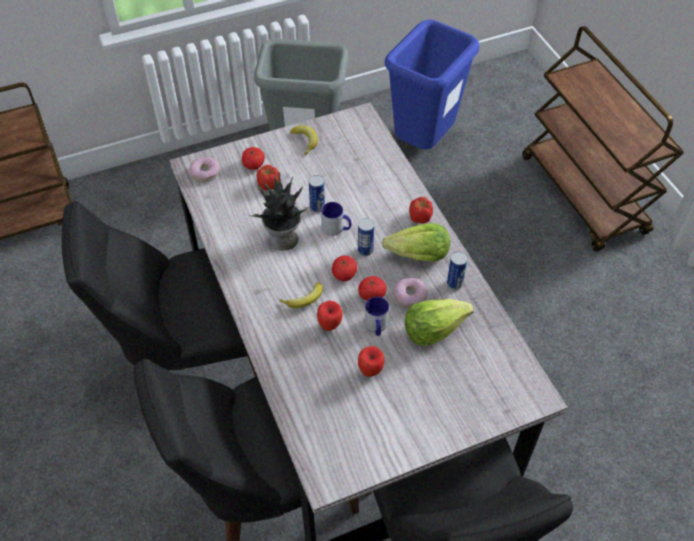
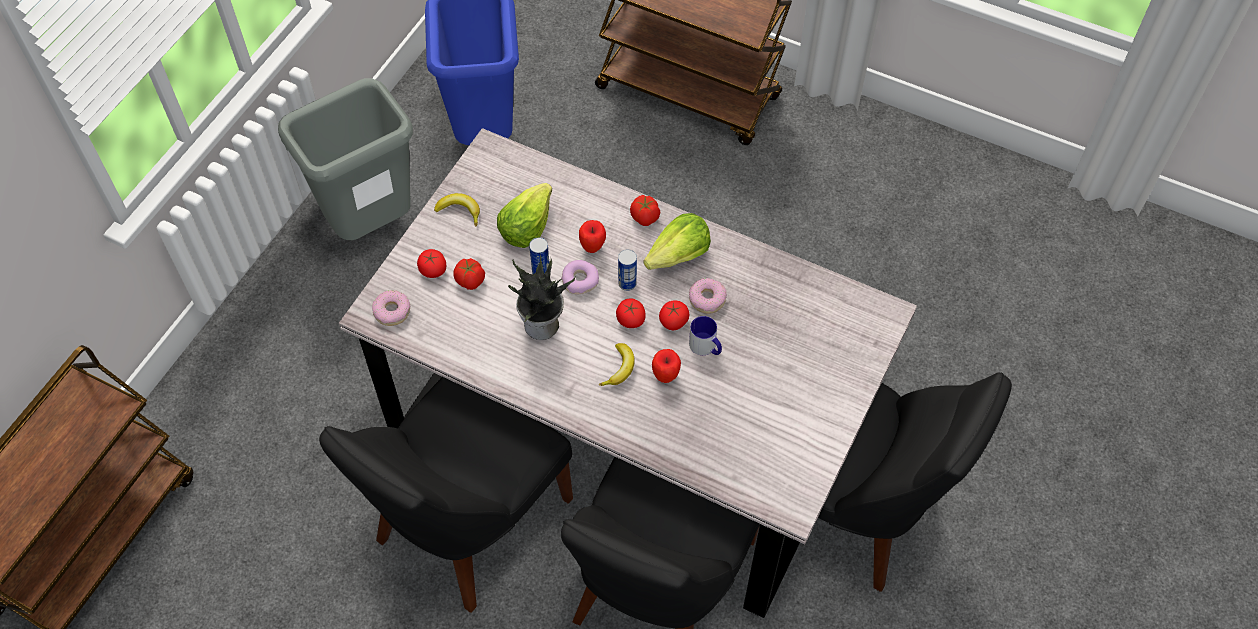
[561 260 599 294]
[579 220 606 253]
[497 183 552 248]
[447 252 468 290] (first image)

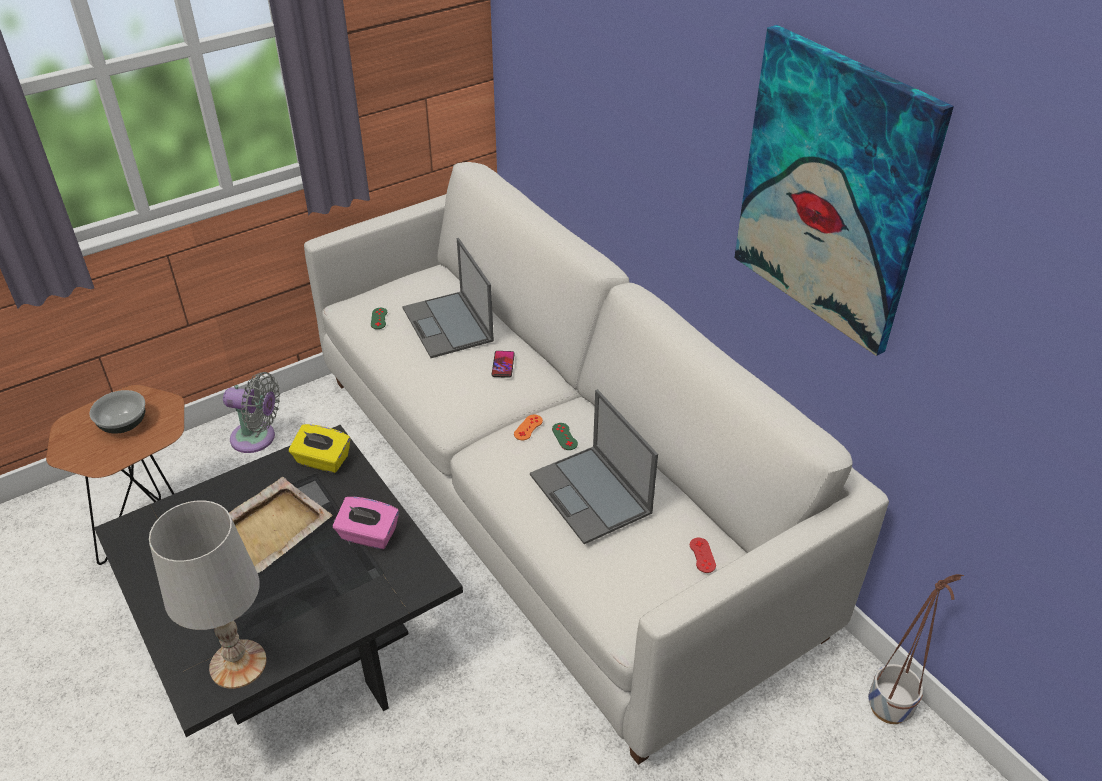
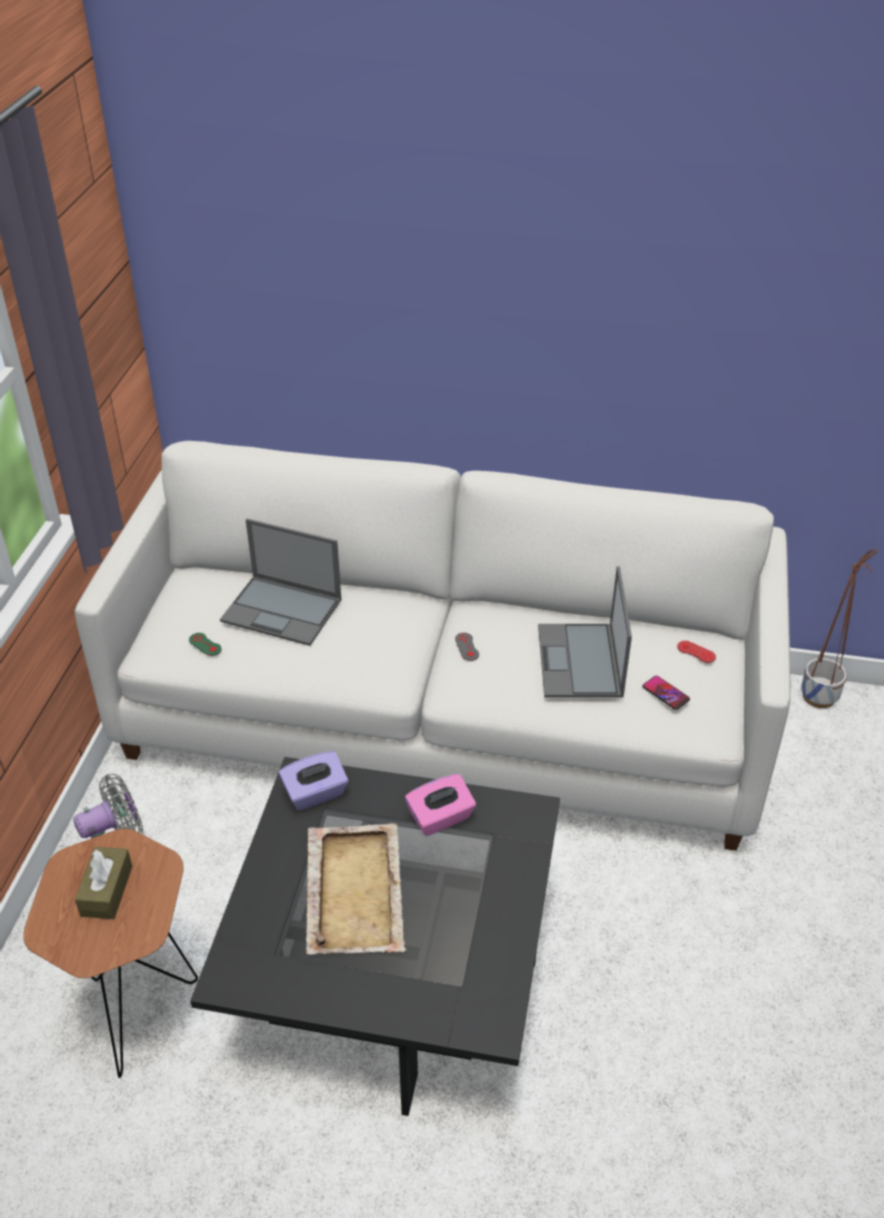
[75 847 132 919]
[149 501 267 689] (first image)
[279 751 348 811]
[642 676 690 710]
[455 633 479 661]
[538 566 632 697]
[552 423 578 450] (first image)
[734 25 954 356] (first image)

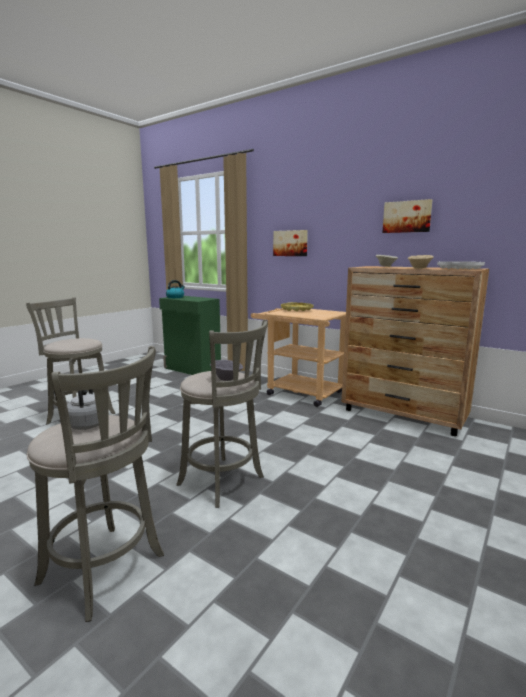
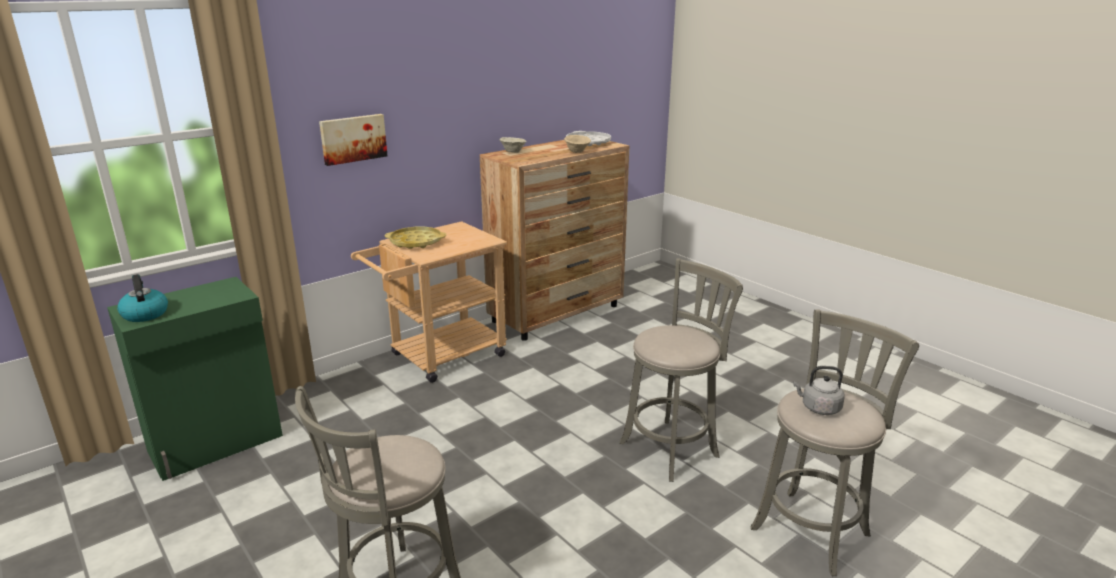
[210 360 243 381] (first image)
[382 199 432 233] (first image)

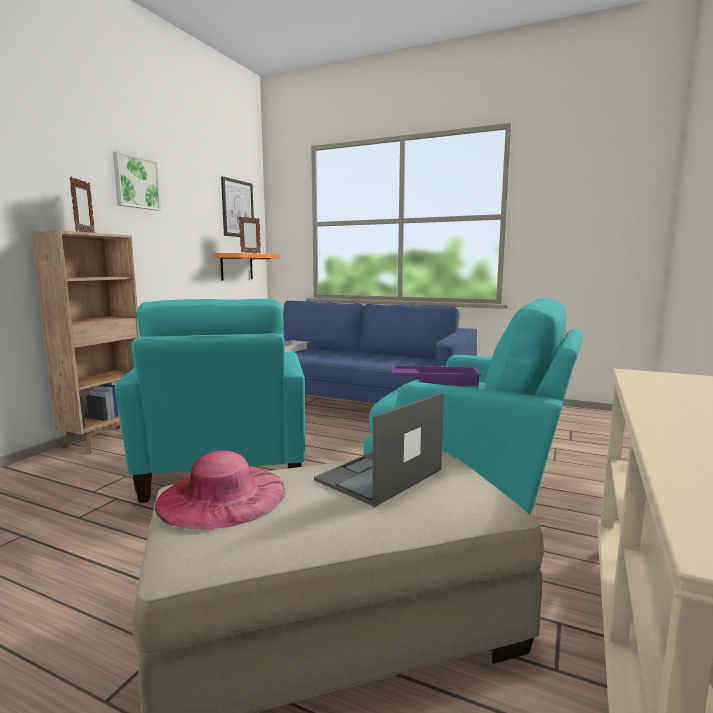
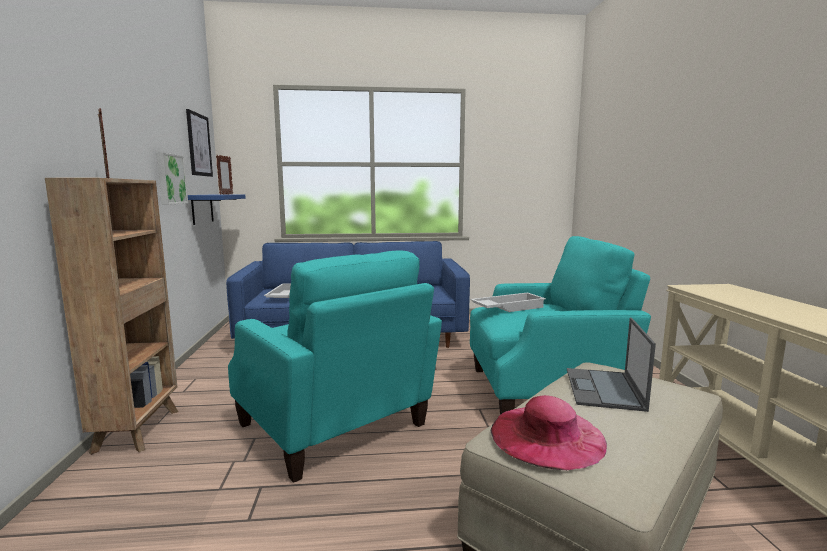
[156 152 188 205]
[188 194 246 225]
[470 293 546 312]

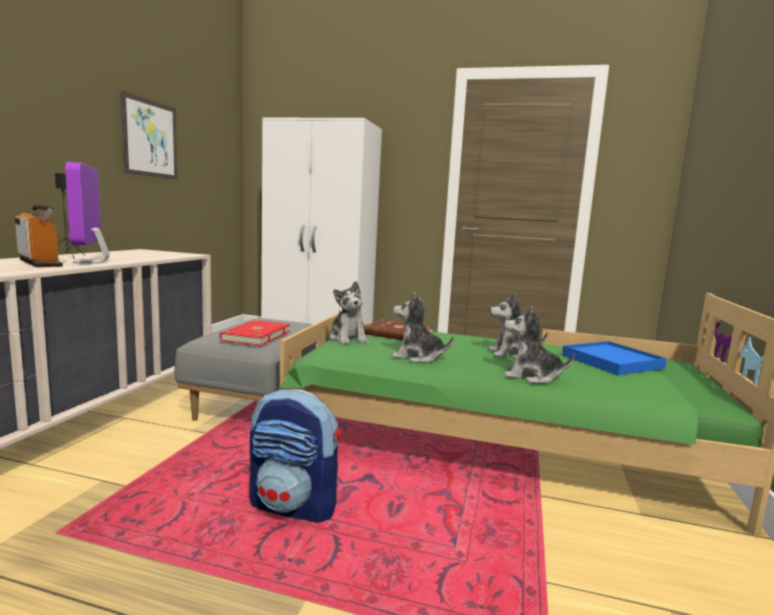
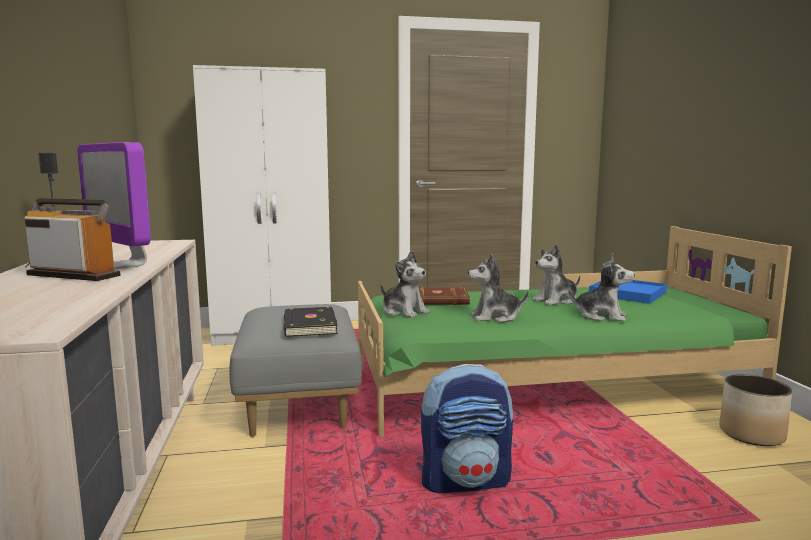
[120 91 178 180] (first image)
[284 307 338 337]
[568 253 635 322]
[719 374 792 446]

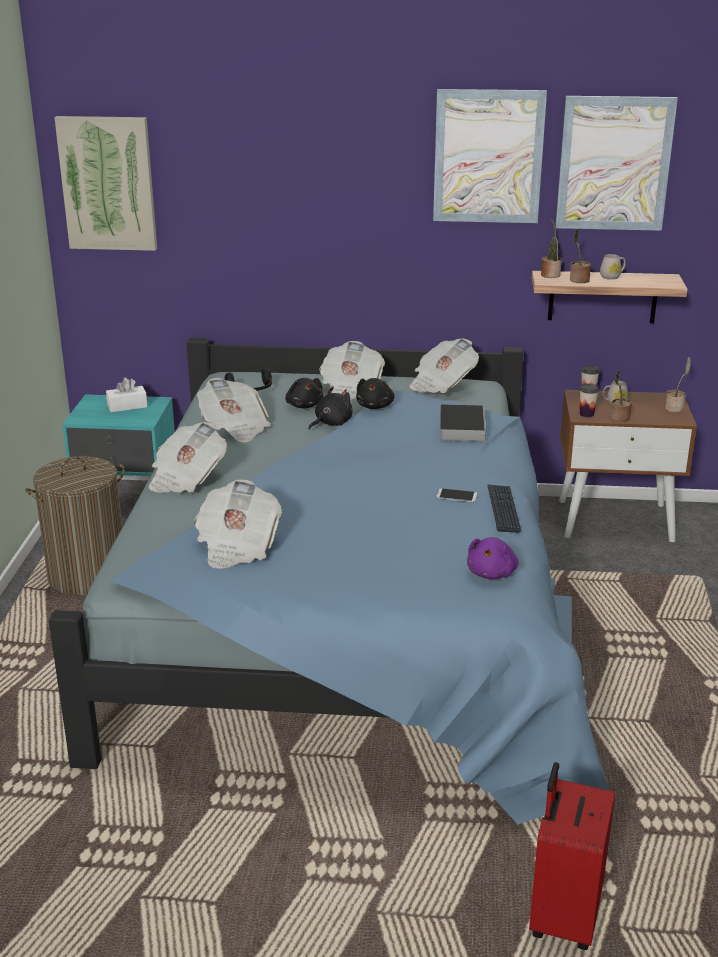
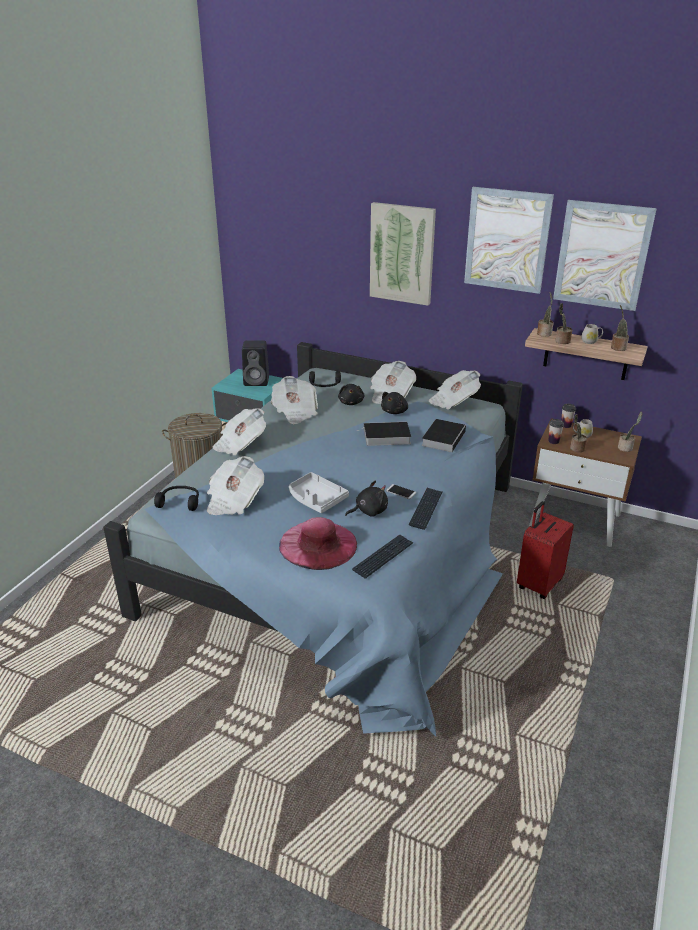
[370 202 436 306]
[242 340 269 386]
[345 480 388 517]
[352 534 413 578]
[517 501 574 599]
[154 486 199 511]
[279 517 357 570]
[289 472 349 513]
[357 422 411 446]
[611 305 629 351]

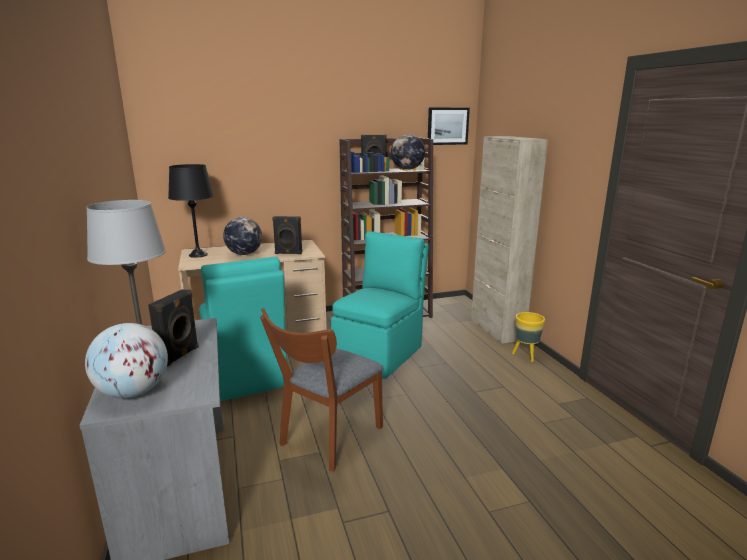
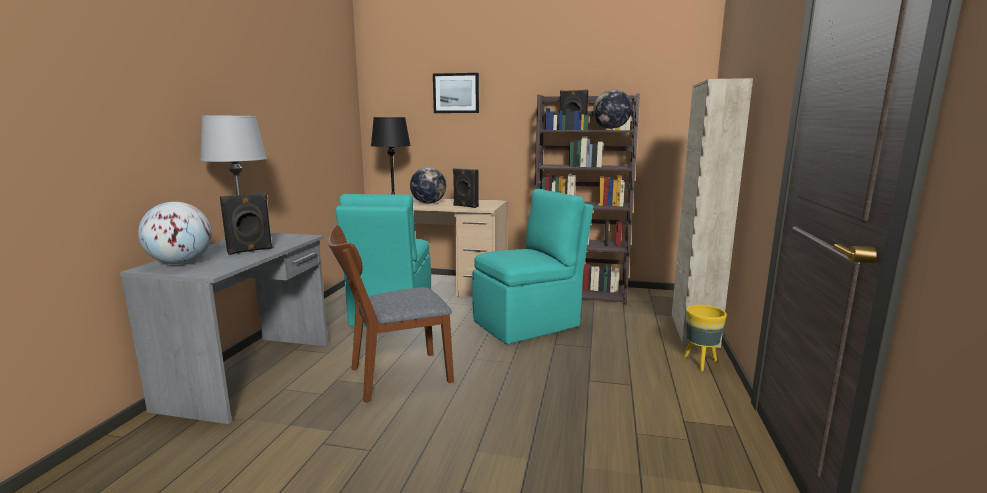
[433 73 479 113]

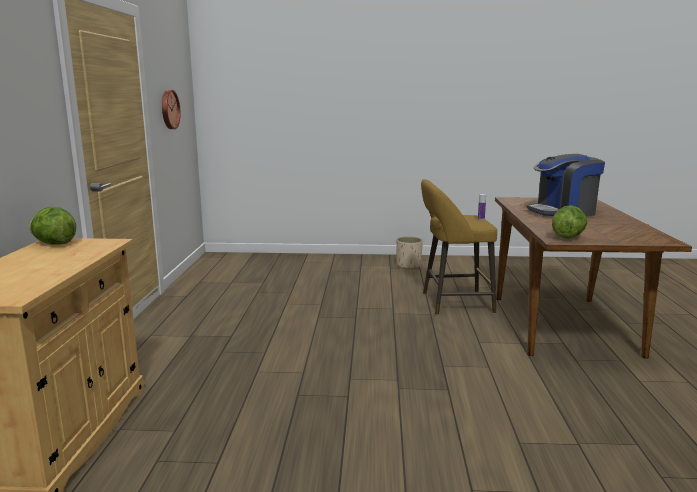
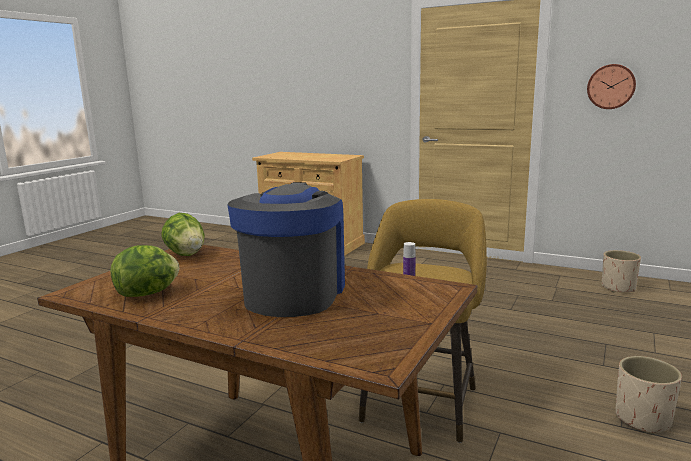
[110 245 179 297]
[602 250 641 292]

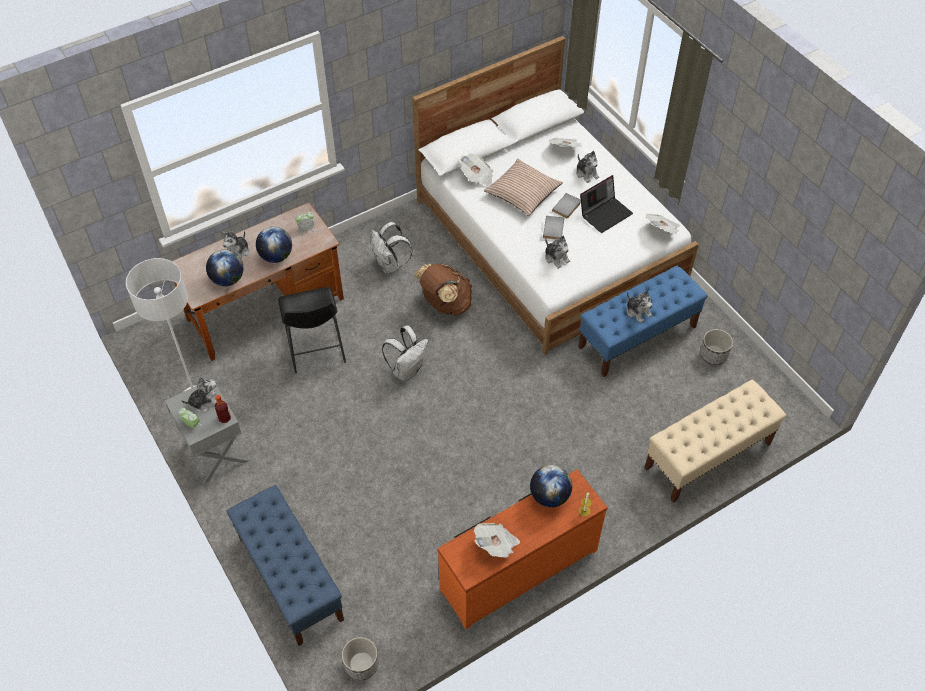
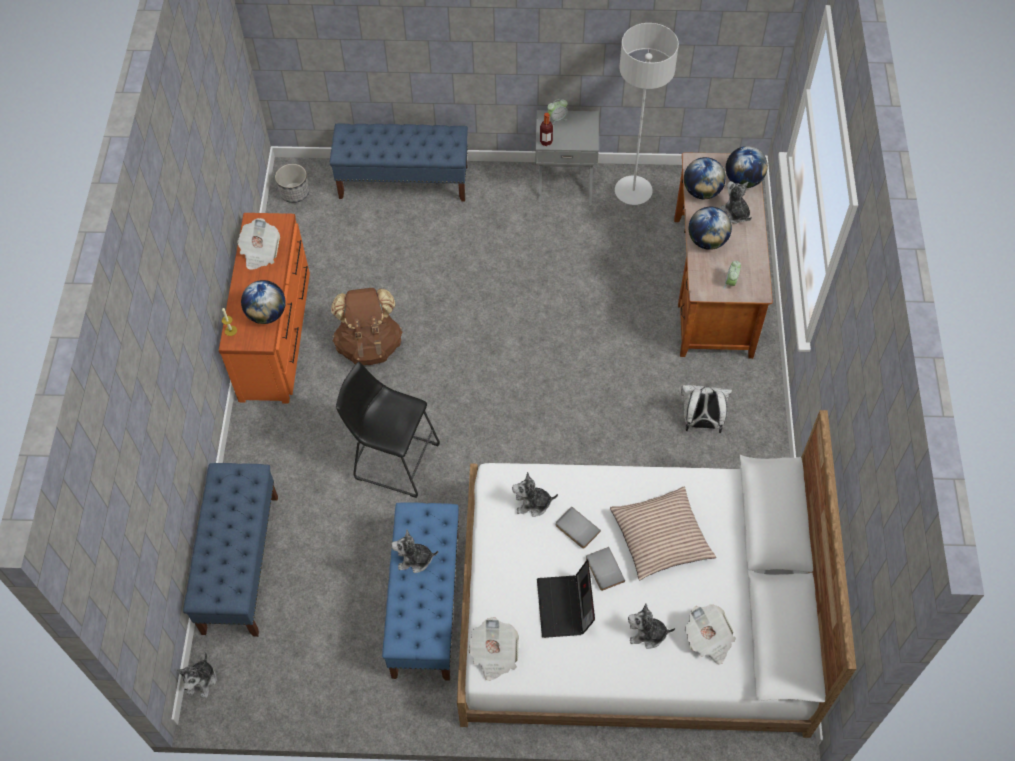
[177 652 217 698]
[336 362 440 498]
[382 325 429 381] (first image)
[331 288 402 365]
[460 154 493 186] (first image)
[183 463 278 637]
[700 329 733 365] (first image)
[726 146 768 188]

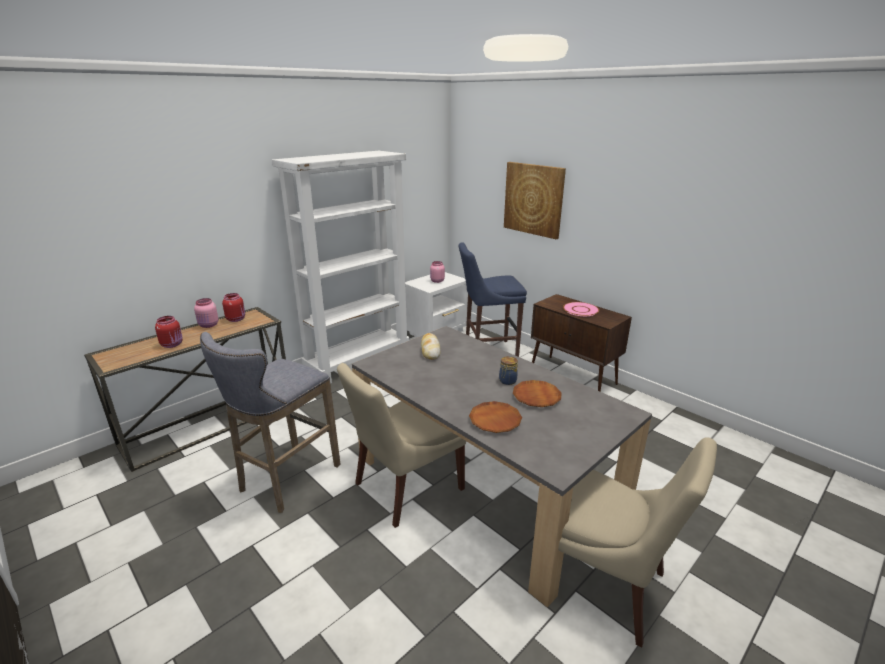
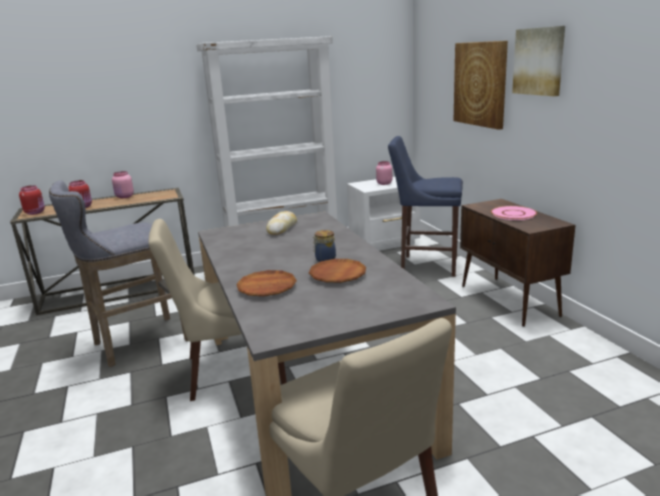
[19 185 45 215]
[512 26 565 96]

